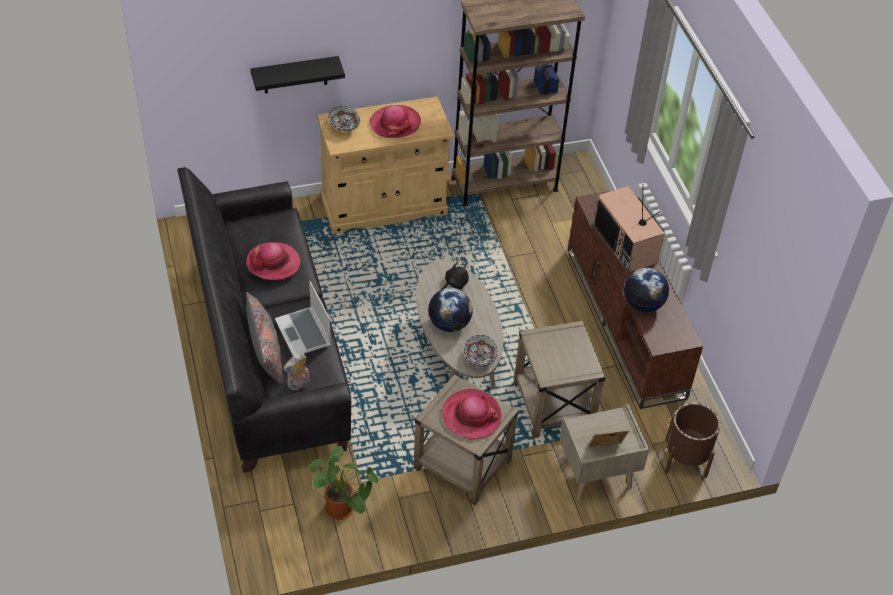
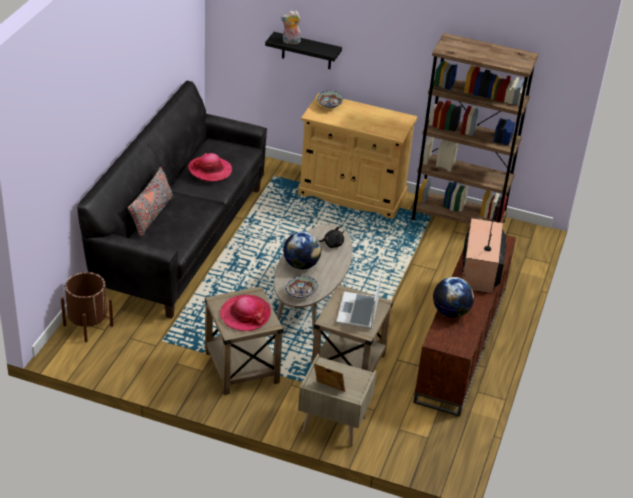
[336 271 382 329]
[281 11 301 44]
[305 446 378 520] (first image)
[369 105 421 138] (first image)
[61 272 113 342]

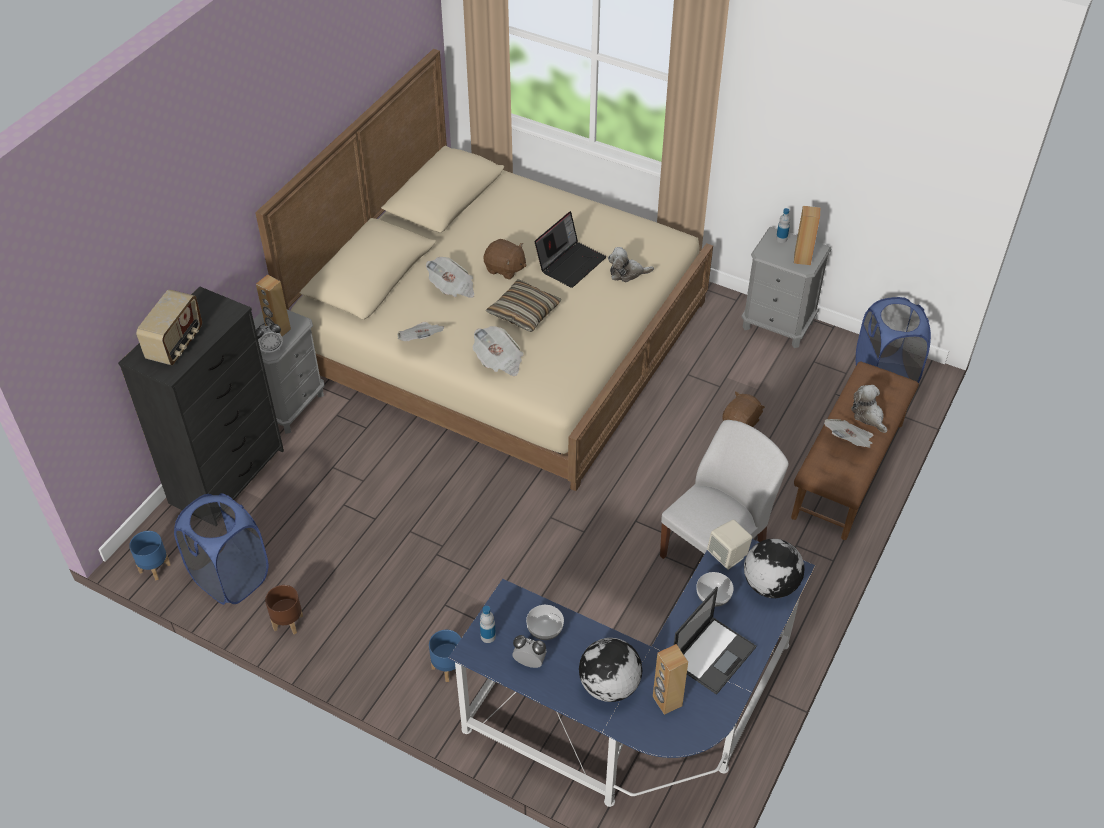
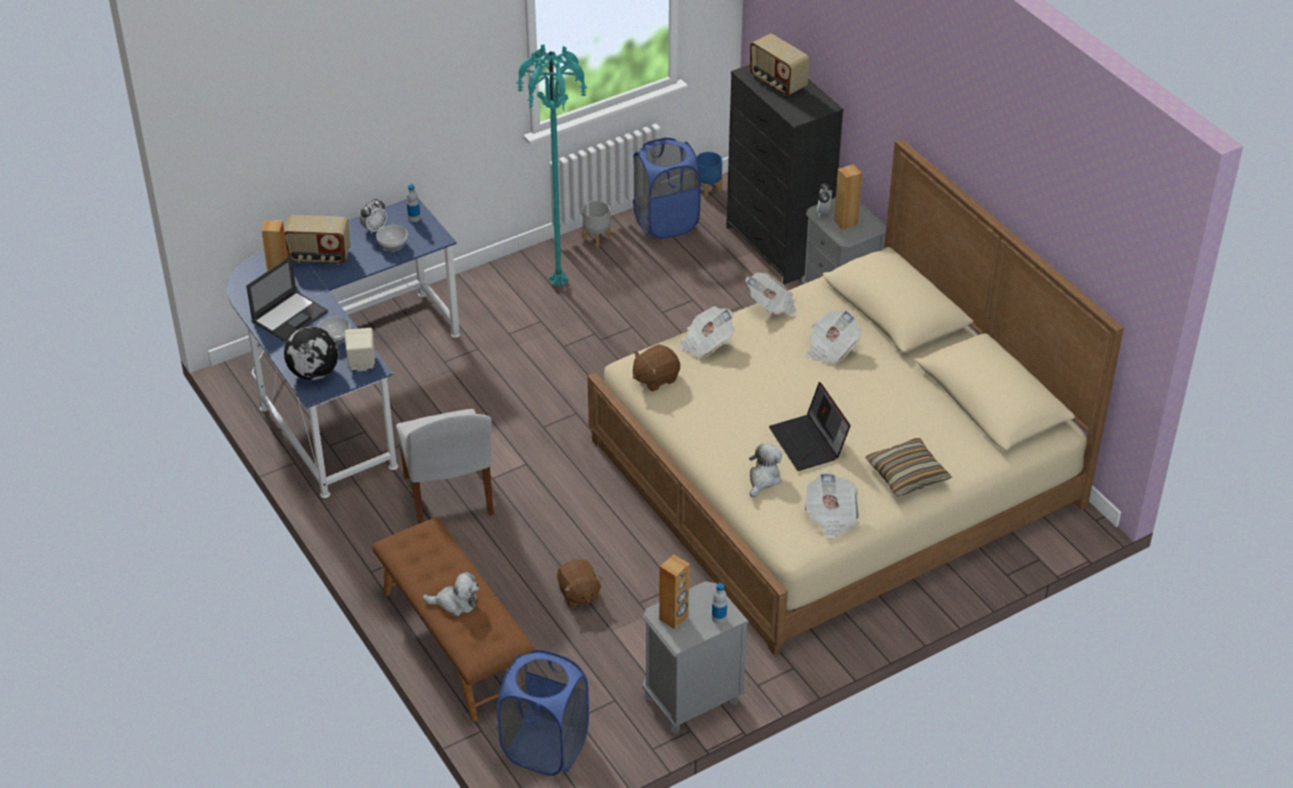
[582 201 611 247]
[429 630 461 682] (first image)
[633 344 680 391]
[866 438 952 496]
[284 215 350 264]
[246 256 328 342]
[804 472 859 539]
[516 44 588 287]

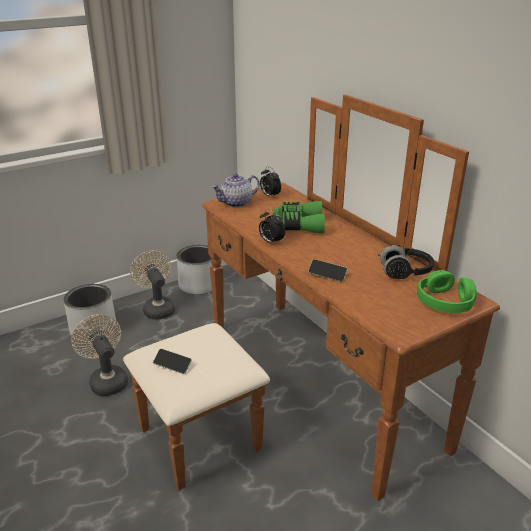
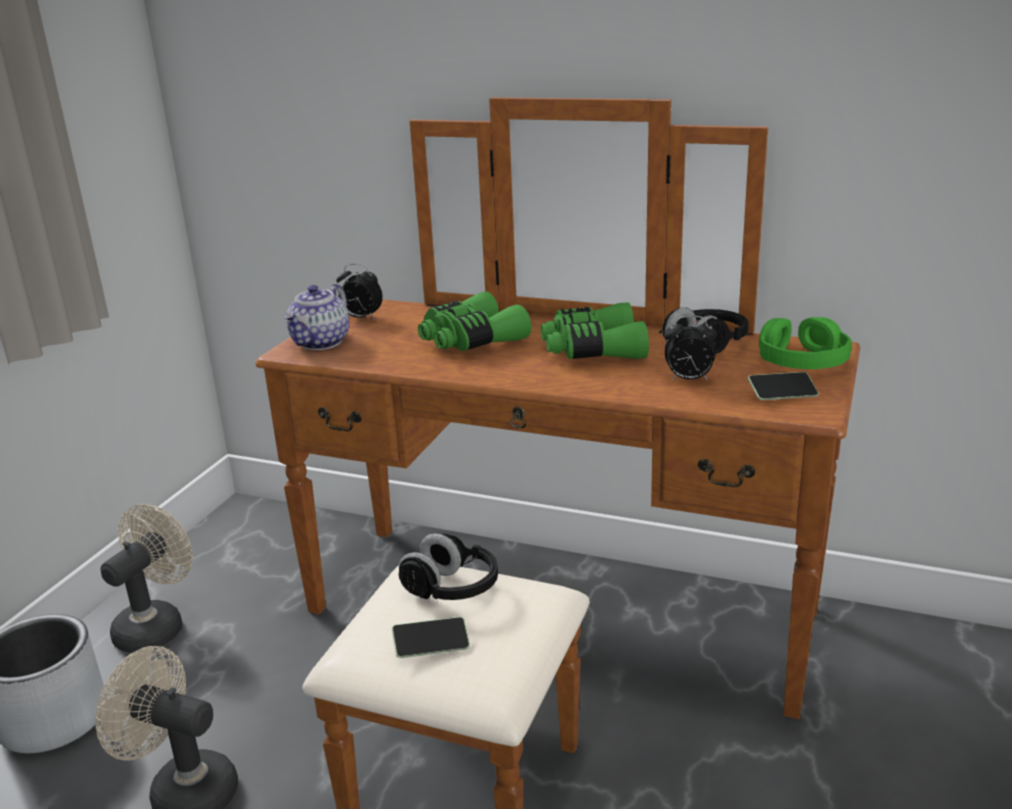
[101 504 193 653]
[177 245 212 295] (first image)
[664 316 717 381]
[748 372 819 400]
[399 533 498 600]
[541 302 649 359]

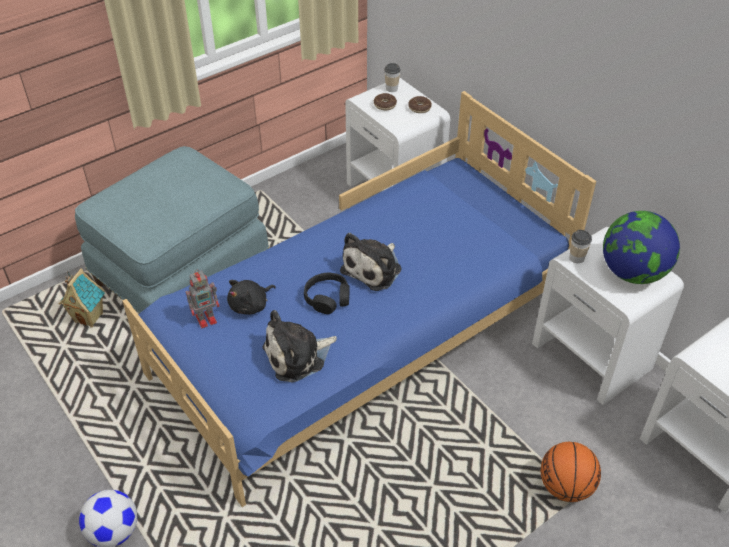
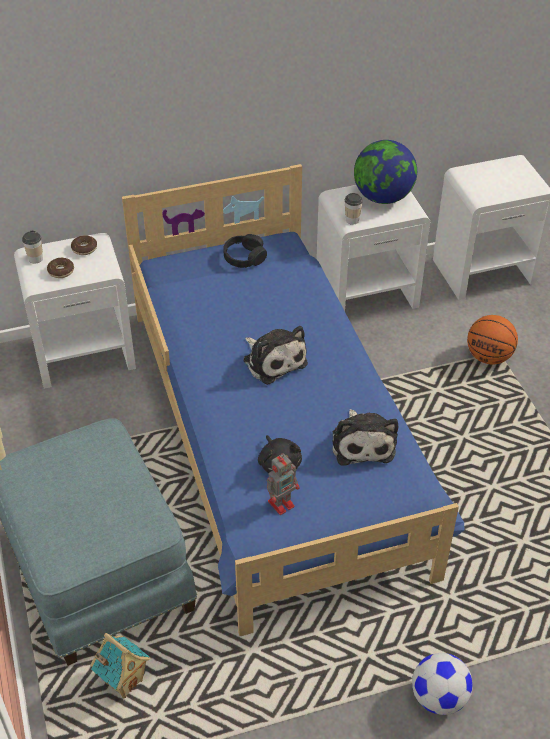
[267 454 300 515]
[223 234 267 268]

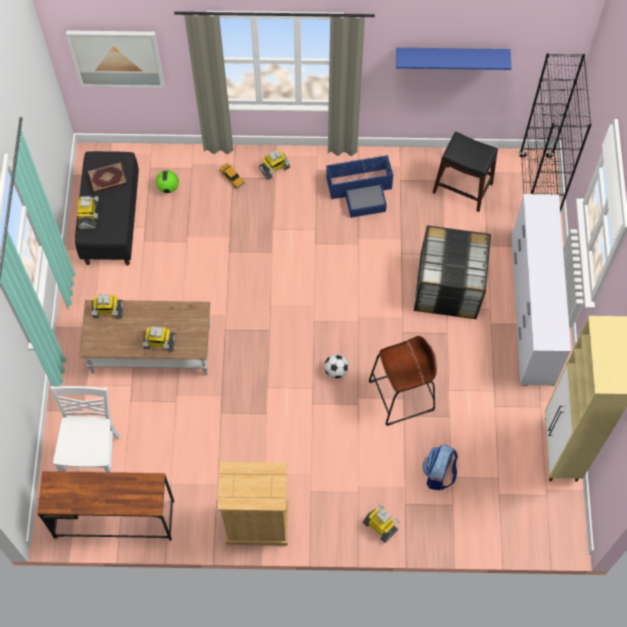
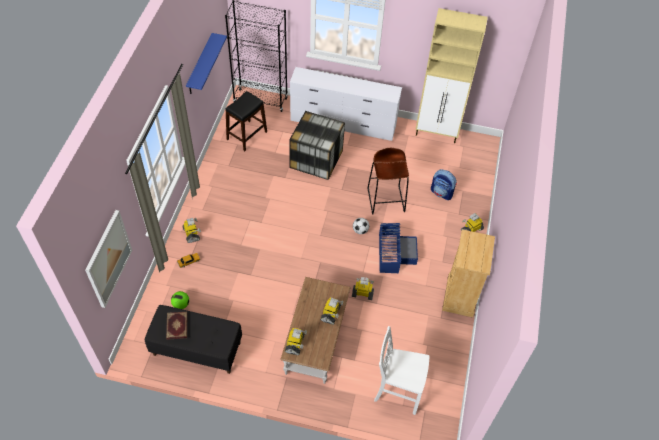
[37 471 174 541] (first image)
[352 277 374 300]
[379 223 418 273]

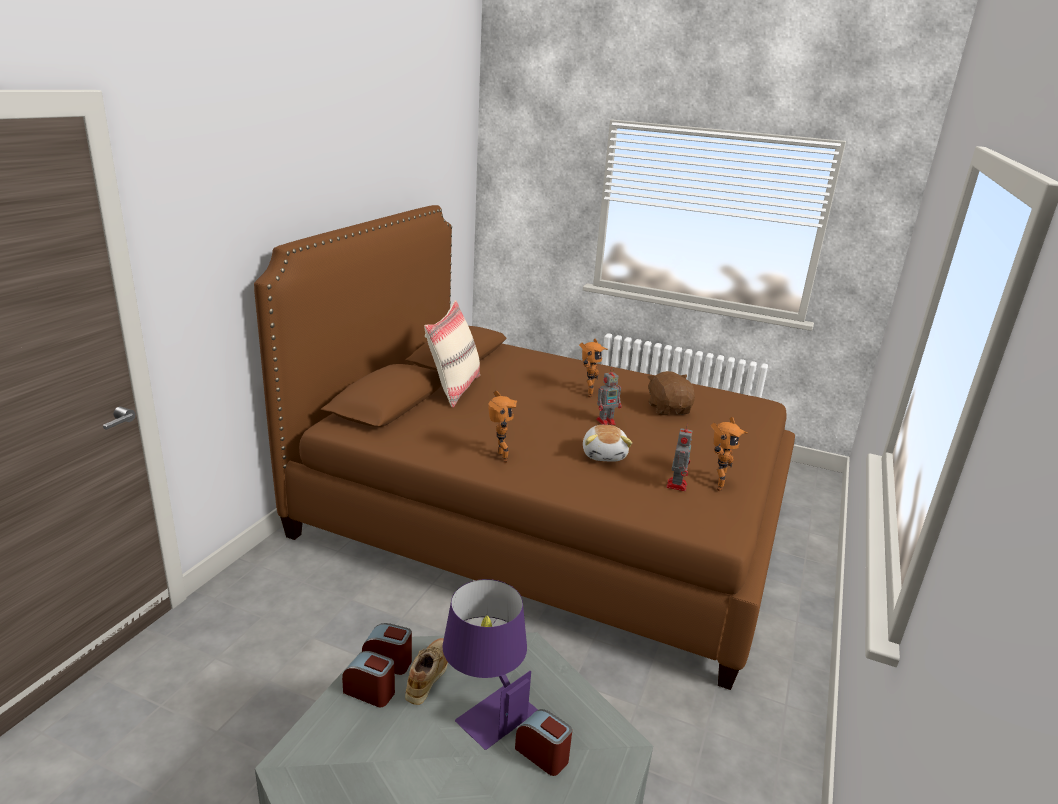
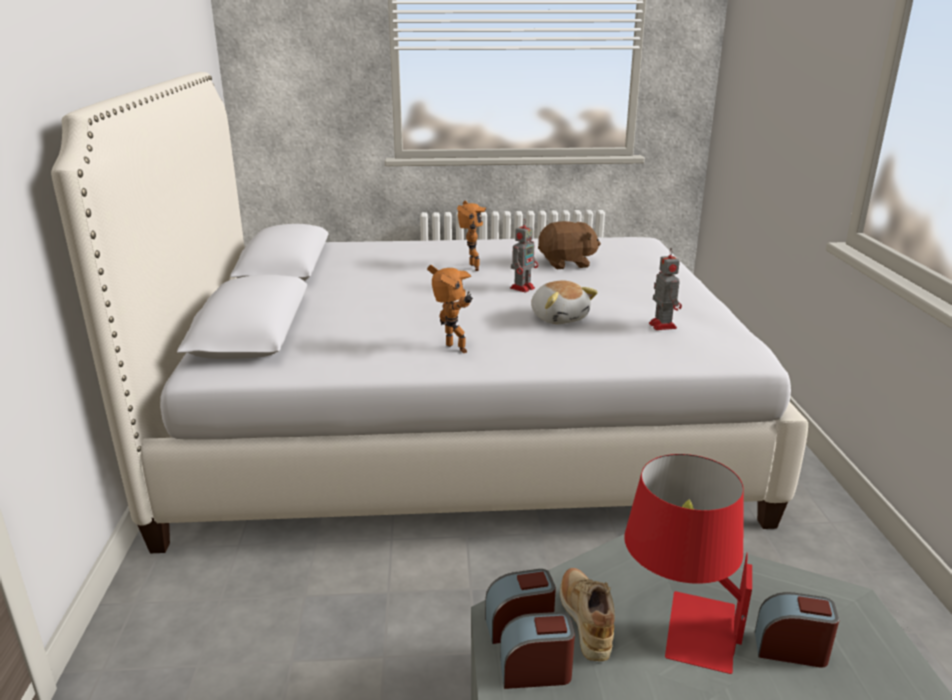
[51 72 808 553]
[424 300 480 408] (first image)
[624 454 752 674]
[538 221 601 269]
[711 417 748 491] (first image)

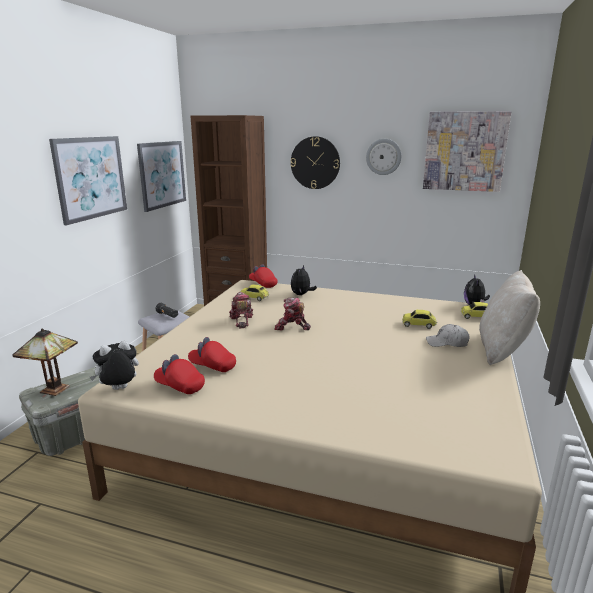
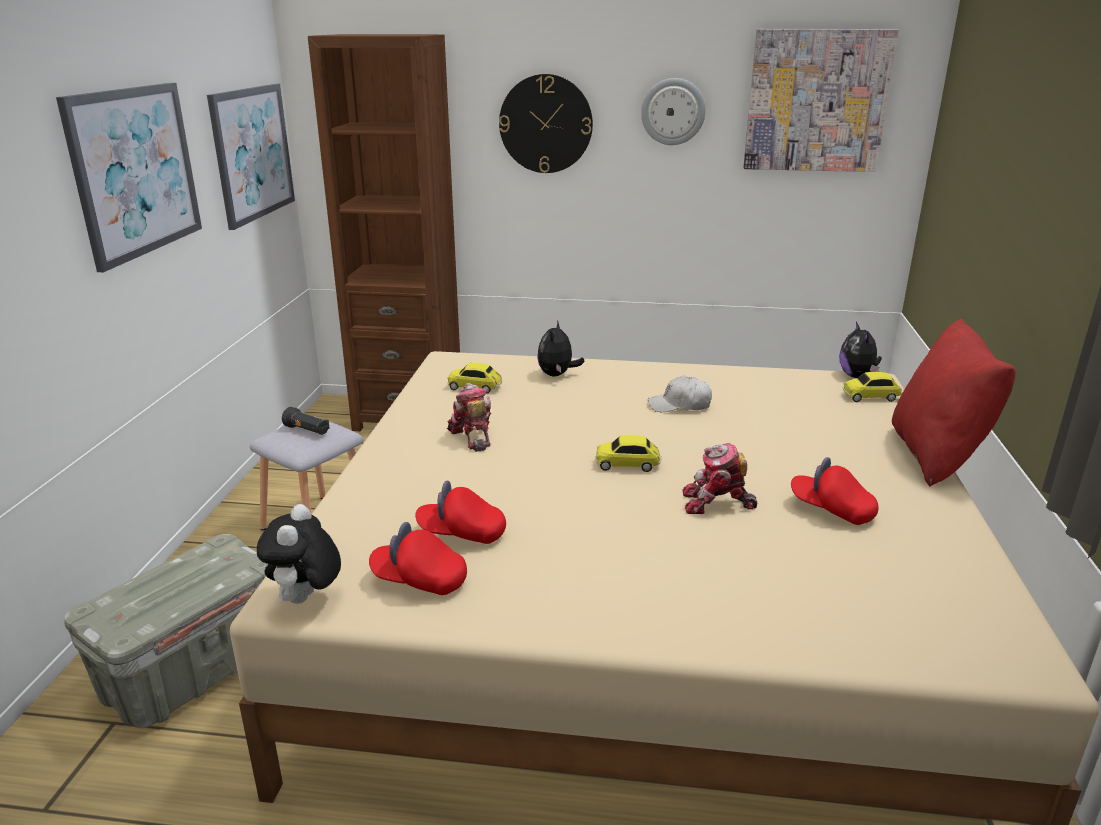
[12 328 78 396] (first image)
[257 504 341 604]
[791 457 879 525]
[682 443 757 514]
[596 435 661 472]
[648 376 712 412]
[892 319 1016 487]

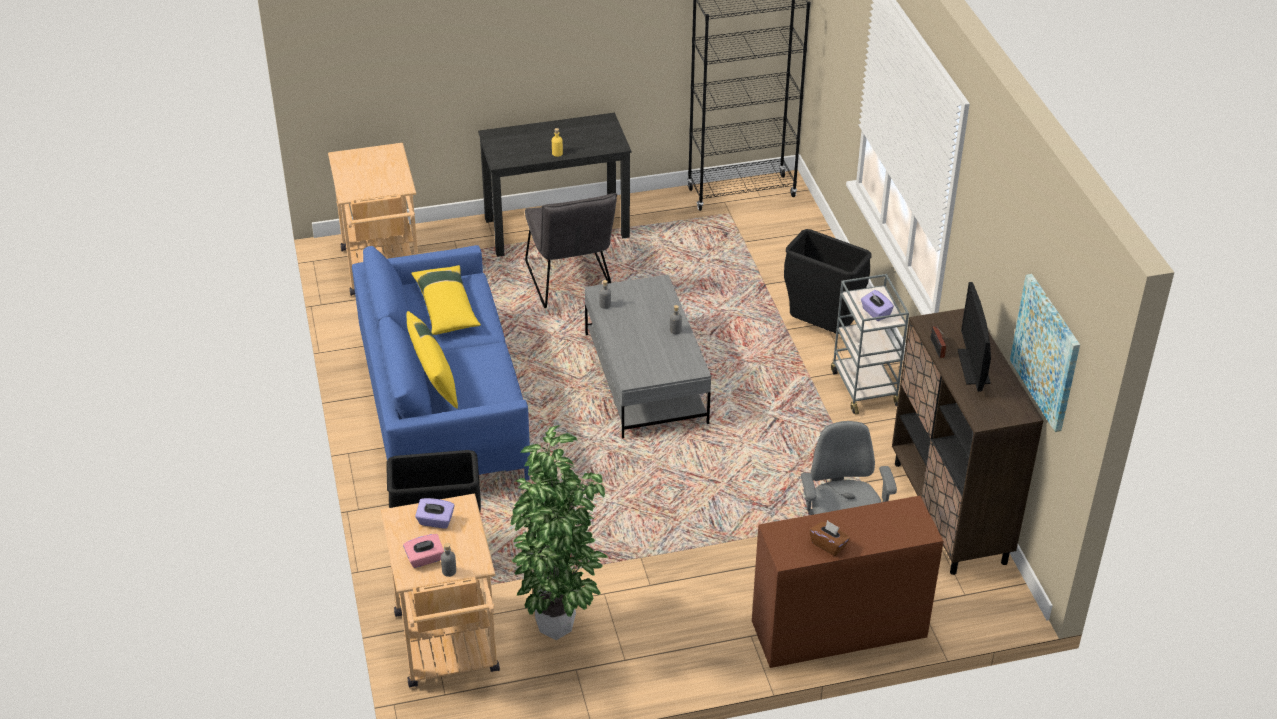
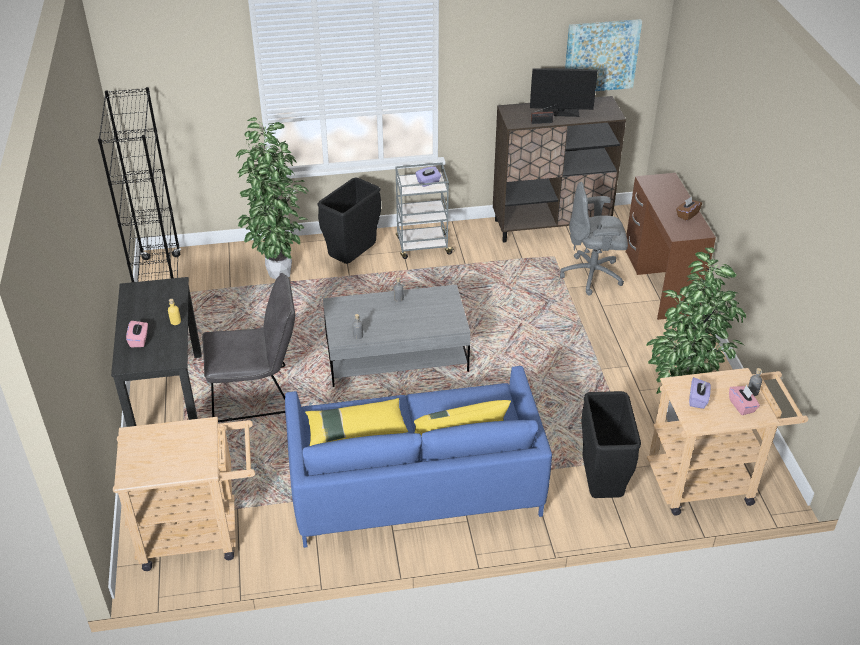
[126 321 148 347]
[236 117 309 280]

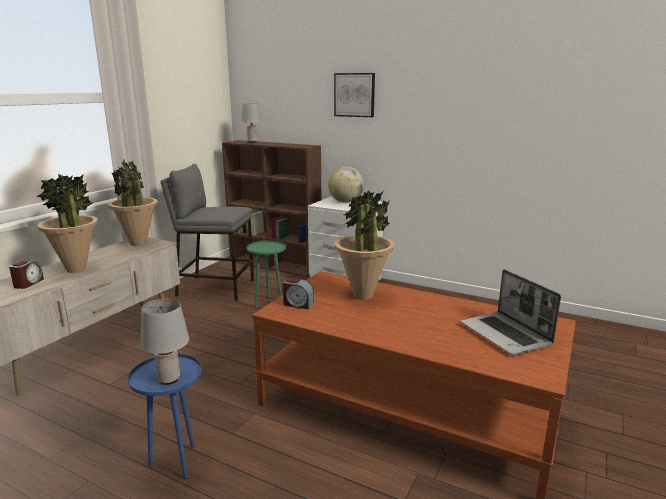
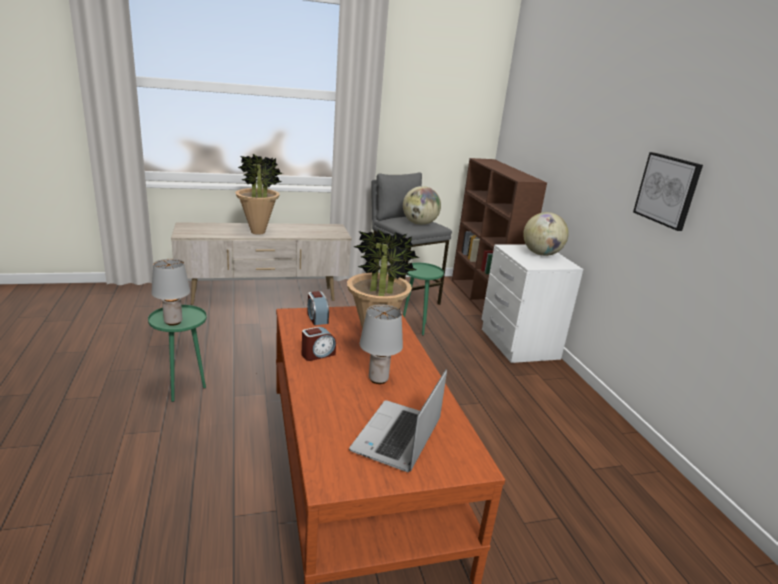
[302 327 336 361]
[108 159 158 246] (first image)
[148 305 207 402]
[360 304 403 384]
[633 152 703 231]
[403 186 441 225]

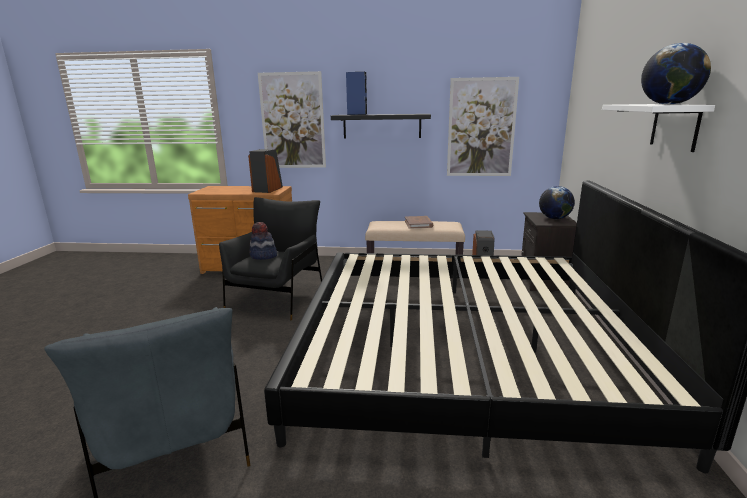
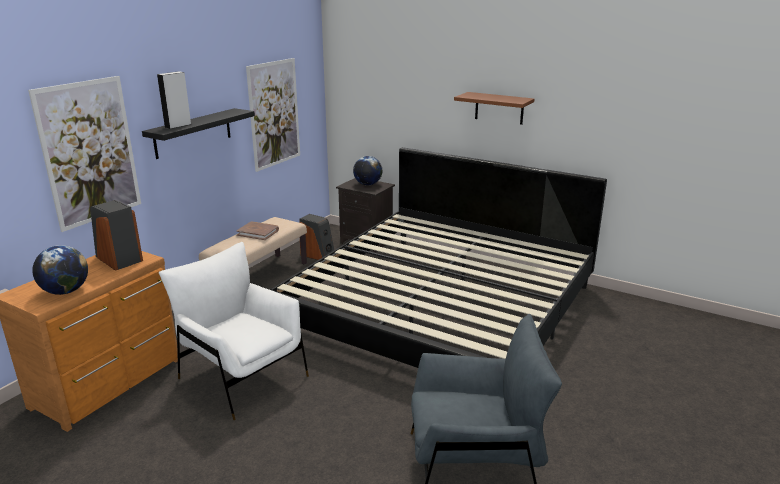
[159 242 309 420]
[250 222 277 260] (first image)
[157 71 192 129]
[454 92 534 125]
[32 245 88 295]

